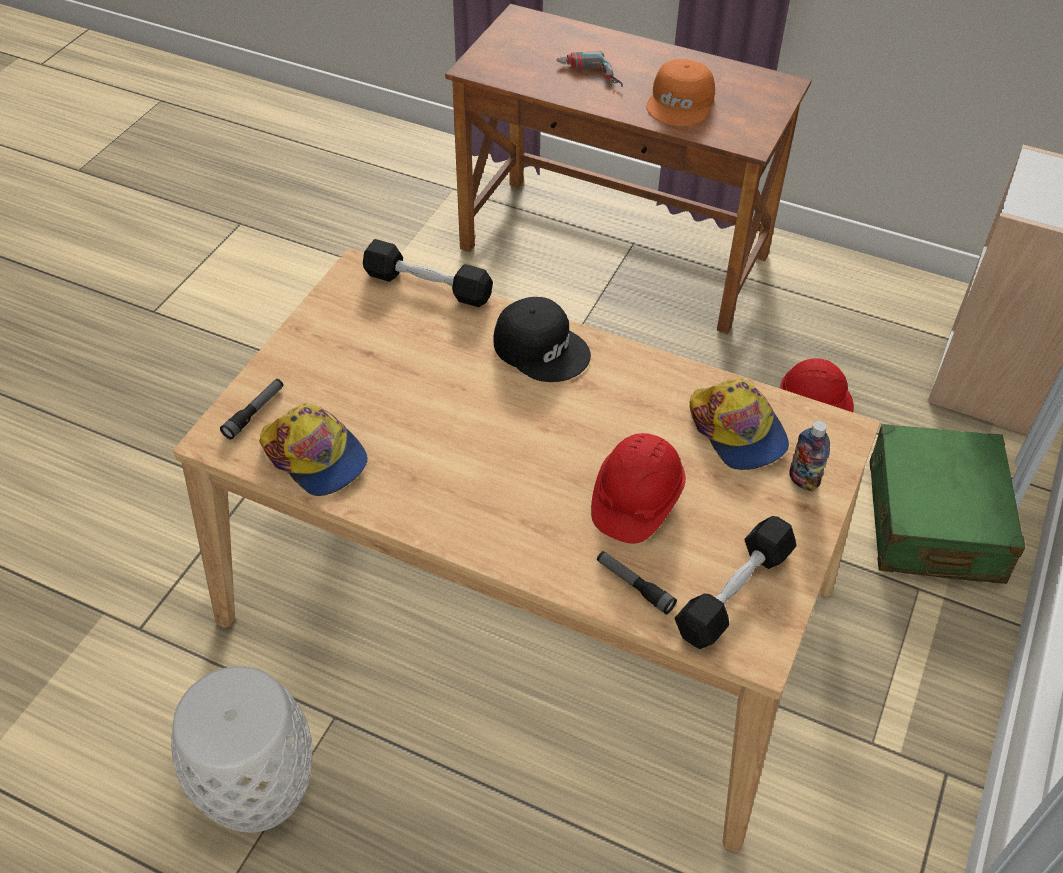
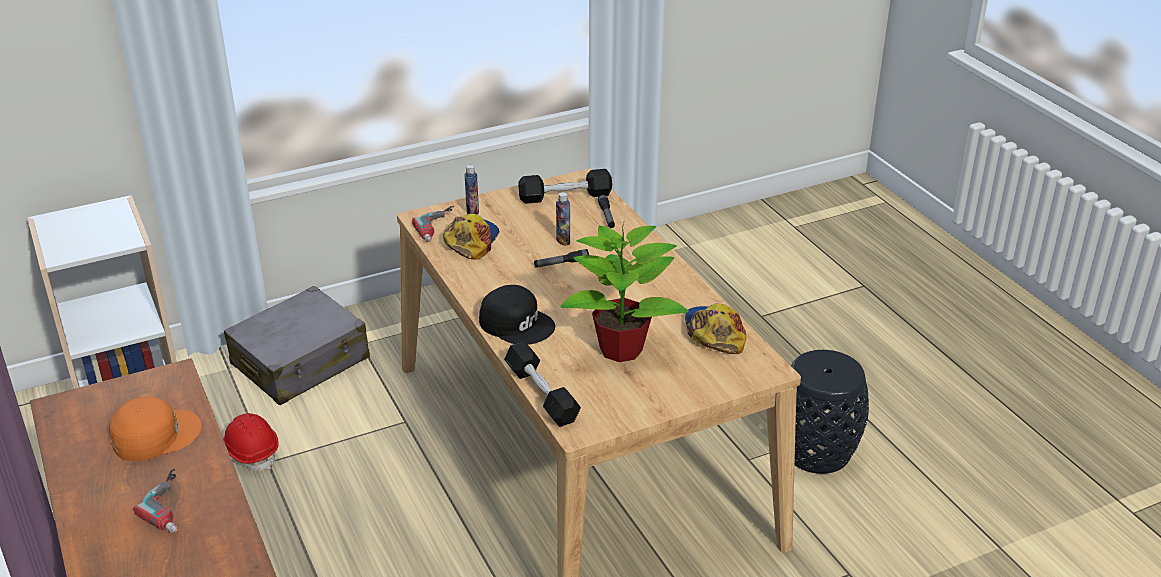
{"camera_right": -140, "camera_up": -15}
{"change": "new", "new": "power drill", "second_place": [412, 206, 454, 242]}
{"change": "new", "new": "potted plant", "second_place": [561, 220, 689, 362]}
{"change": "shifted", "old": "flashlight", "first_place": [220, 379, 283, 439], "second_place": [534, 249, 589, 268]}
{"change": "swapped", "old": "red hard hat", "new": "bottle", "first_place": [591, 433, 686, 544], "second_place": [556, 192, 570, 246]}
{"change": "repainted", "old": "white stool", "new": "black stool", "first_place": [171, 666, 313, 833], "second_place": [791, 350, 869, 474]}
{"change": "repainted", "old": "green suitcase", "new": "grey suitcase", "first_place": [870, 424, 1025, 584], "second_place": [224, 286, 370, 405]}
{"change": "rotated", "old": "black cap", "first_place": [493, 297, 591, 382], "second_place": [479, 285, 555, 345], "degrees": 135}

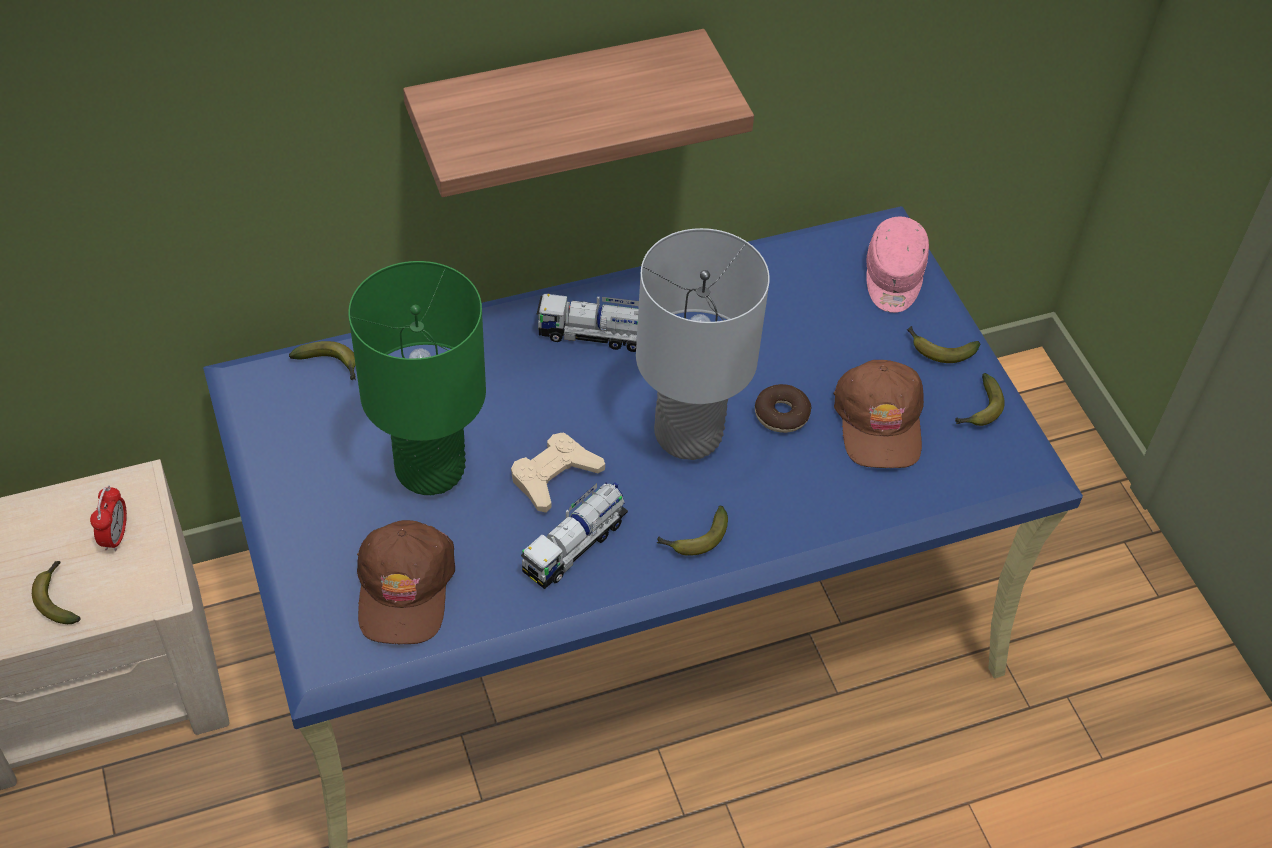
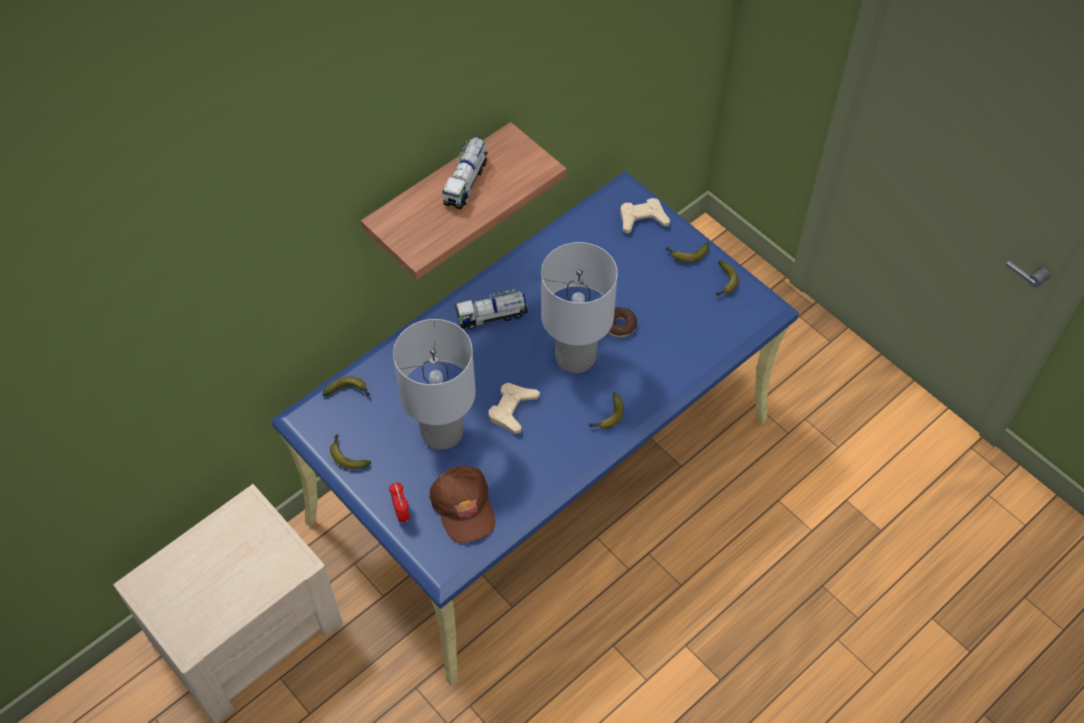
{"camera_right": -20, "camera_up": 5}
{"change": "gone", "old": "brown cap", "first_place": [833, 360, 924, 468]}
{"change": "shifted", "old": "banana", "first_place": [32, 561, 81, 624], "second_place": [330, 434, 371, 469]}
{"change": "shifted", "old": "alarm clock", "first_place": [90, 485, 127, 551], "second_place": [389, 482, 410, 524]}
{"change": "shifted", "old": "toy truck", "first_place": [521, 482, 628, 589], "second_place": [442, 135, 488, 210]}
{"change": "swapped", "old": "pink cap", "new": "beige game controller", "first_place": [866, 216, 929, 313], "second_place": [620, 198, 670, 234]}
{"change": "repainted", "old": "green table lamp", "new": "grey table lamp", "first_place": [348, 261, 486, 495], "second_place": [393, 319, 476, 450]}

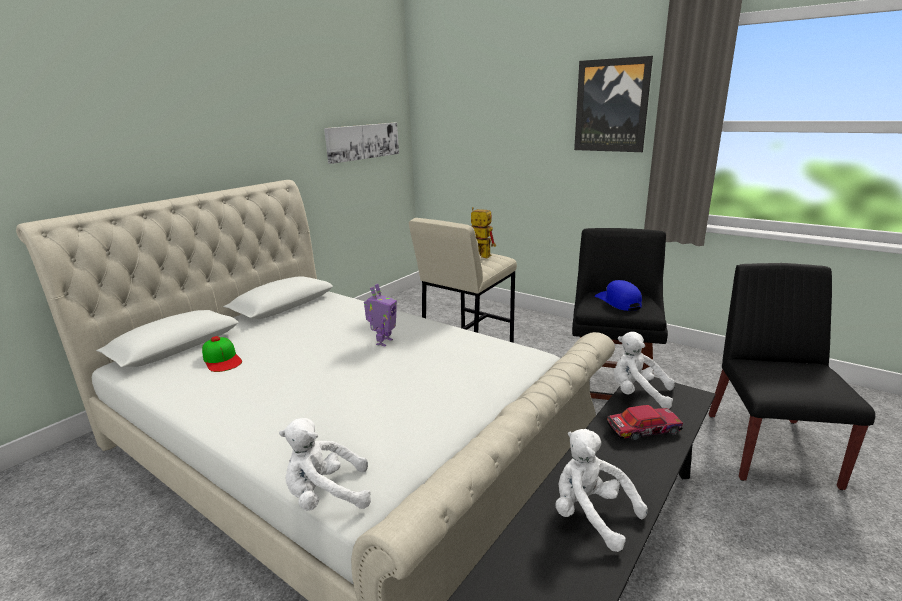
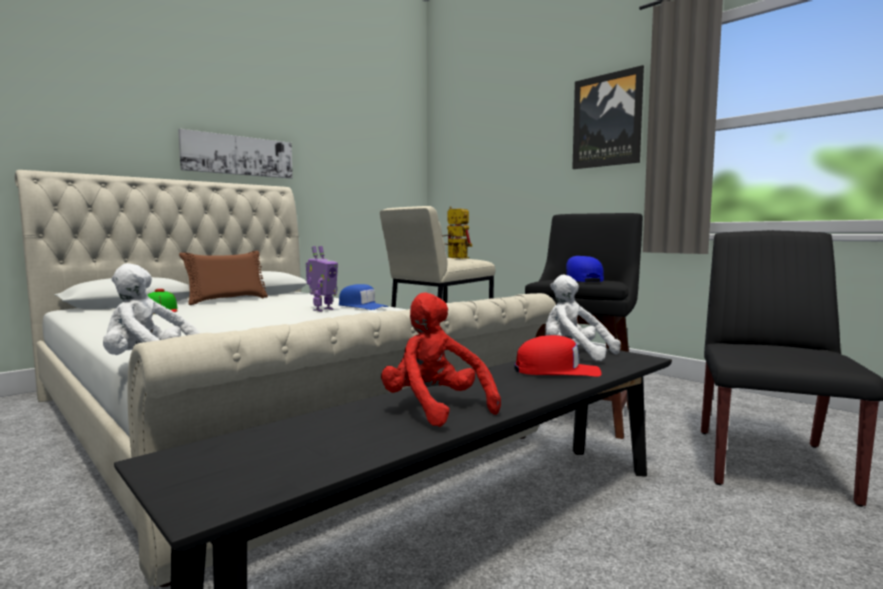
{"camera_right": 10, "camera_up": -15}
{"change": "new", "new": "brown pillow", "second_place": [179, 251, 268, 305]}
{"change": "new", "new": "blue cap", "second_place": [339, 284, 389, 310]}
{"change": "shifted", "old": "picture", "first_place": [324, 123, 399, 164], "second_place": [178, 129, 293, 179]}
{"change": "swapped", "old": "toy car", "new": "red cap", "first_place": [607, 405, 683, 441], "second_place": [514, 335, 602, 377]}
{"change": "repainted", "old": "white plush toy", "new": "red plush toy", "first_place": [555, 429, 648, 552], "second_place": [381, 292, 501, 427]}

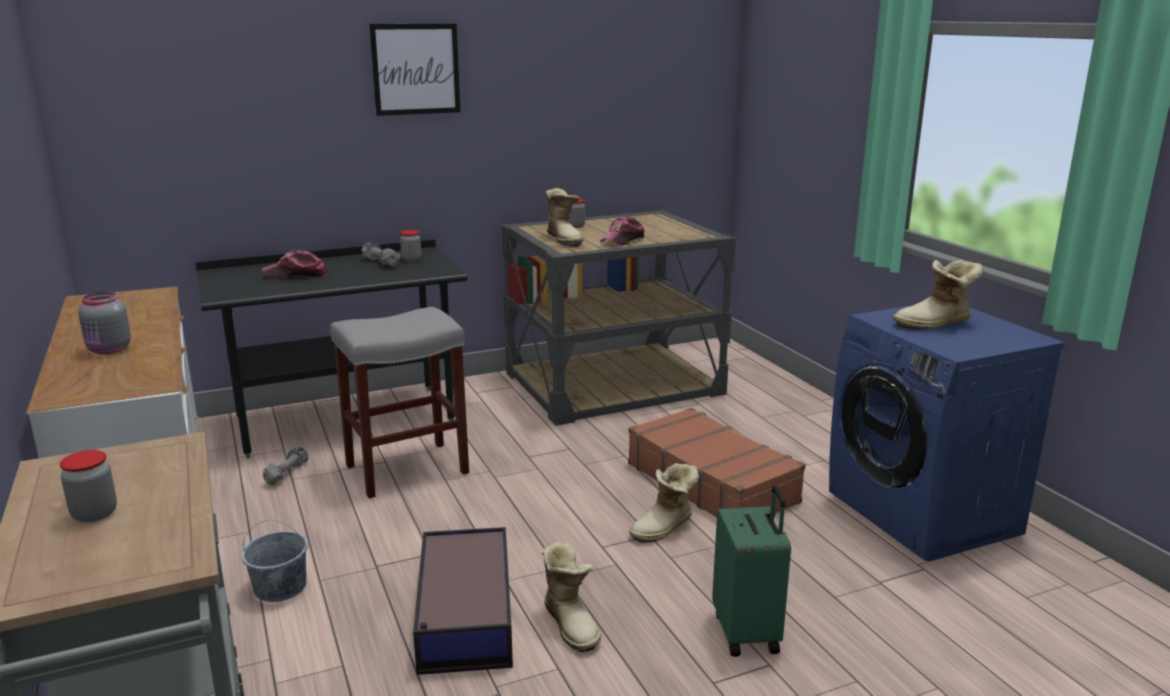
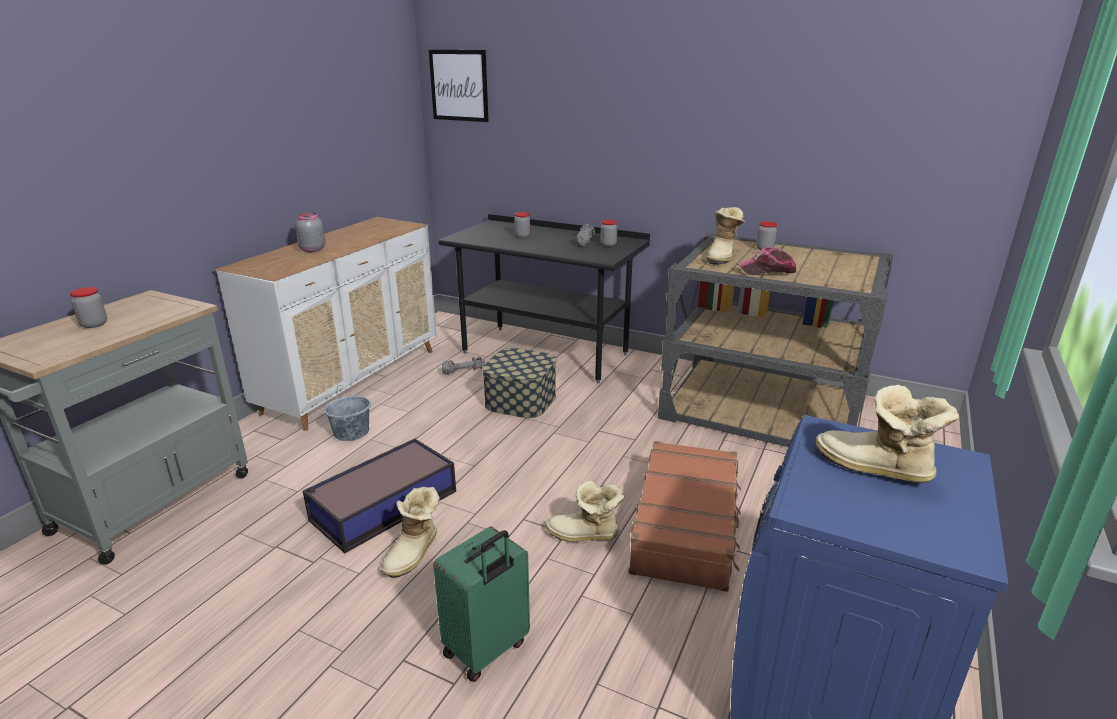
{"camera_right": 50, "camera_up": 5}
{"change": "shifted", "old": "picture", "first_place": [369, 24, 460, 116], "second_place": [429, 50, 489, 122]}
{"change": "swapped", "old": "cap", "new": "jar", "first_place": [262, 250, 328, 279], "second_place": [514, 212, 530, 238]}
{"change": "swapped", "old": "grey stool", "new": "storage box", "first_place": [330, 307, 469, 498], "second_place": [482, 348, 556, 418]}

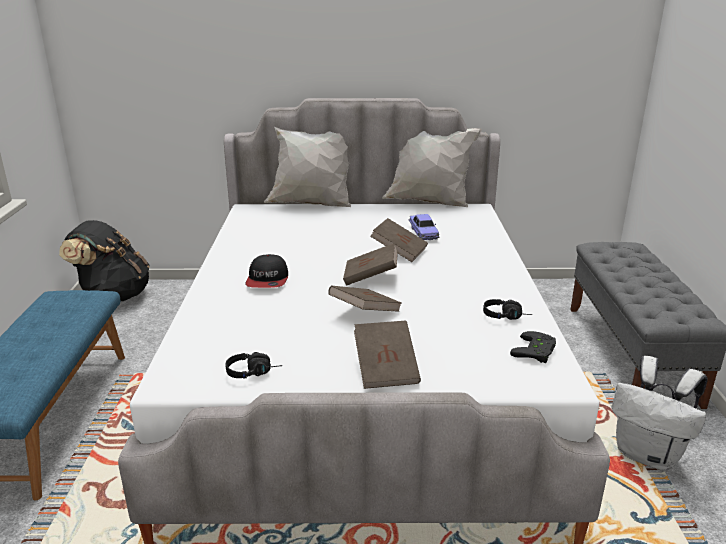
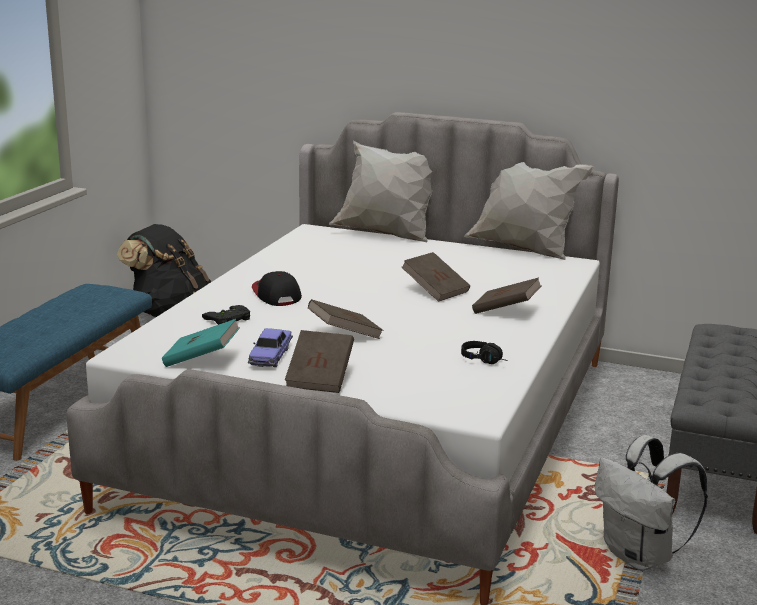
{"camera_right": 20, "camera_up": -5}
{"change": "shifted", "old": "brown book", "first_place": [343, 243, 398, 285], "second_place": [472, 277, 542, 314]}
{"change": "shifted", "old": "toy car", "first_place": [409, 214, 440, 240], "second_place": [248, 328, 293, 367]}
{"change": "shifted", "old": "black game controller", "first_place": [510, 331, 556, 363], "second_place": [202, 305, 250, 325]}
{"change": "swapped", "old": "black headphones", "new": "turquoise book", "first_place": [226, 352, 282, 379], "second_place": [162, 319, 240, 367]}
{"change": "rotated", "old": "cap", "first_place": [245, 254, 288, 288], "second_place": [252, 271, 302, 306], "degrees": 135}

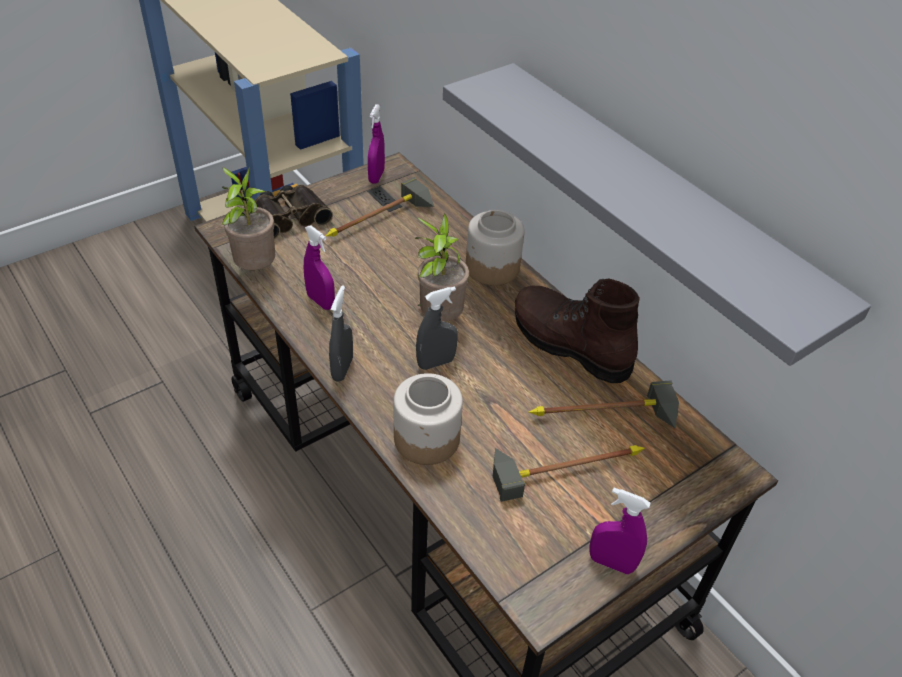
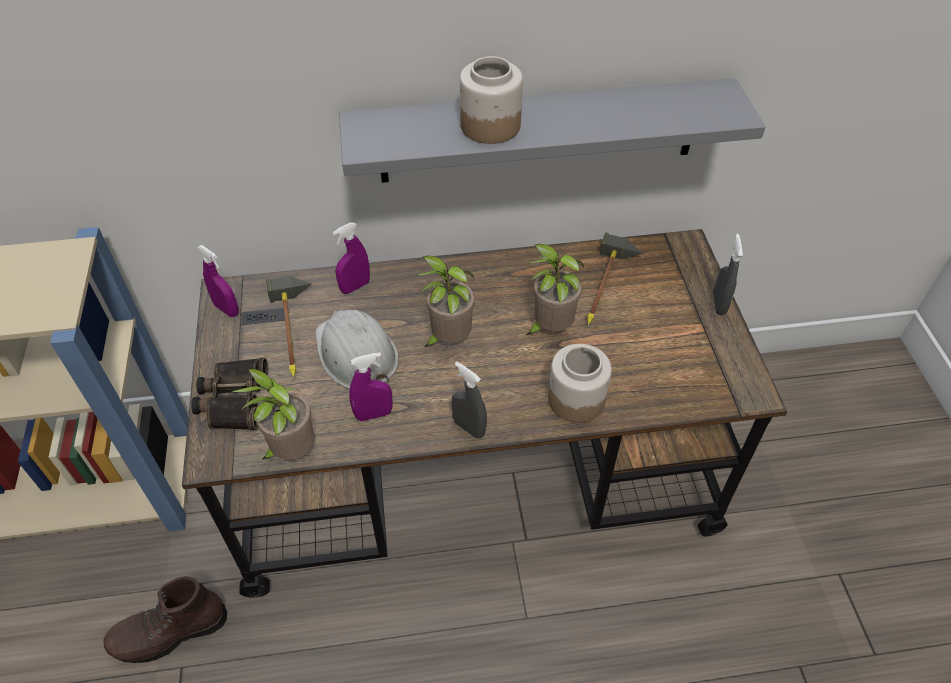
{"camera_right": -60, "camera_up": 5}
{"change": "gone", "old": "hammer", "first_place": [493, 445, 645, 502]}
{"change": "new", "new": "white hard hat", "second_place": [316, 309, 399, 389]}
{"change": "new", "new": "potted plant", "second_place": [527, 244, 584, 335]}
{"change": "shifted", "old": "grey spray bottle", "first_place": [416, 286, 458, 370], "second_place": [713, 234, 743, 315]}
{"change": "shifted", "old": "jar", "first_place": [466, 210, 525, 286], "second_place": [460, 56, 523, 144]}
{"change": "shifted", "old": "brown boot", "first_place": [515, 279, 640, 383], "second_place": [104, 577, 227, 663]}
{"change": "shifted", "old": "purple spray bottle", "first_place": [589, 488, 651, 574], "second_place": [332, 223, 370, 294]}

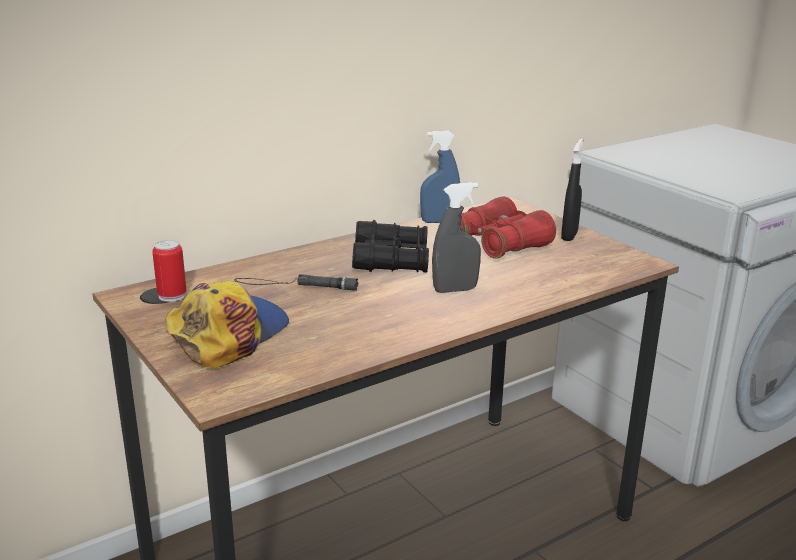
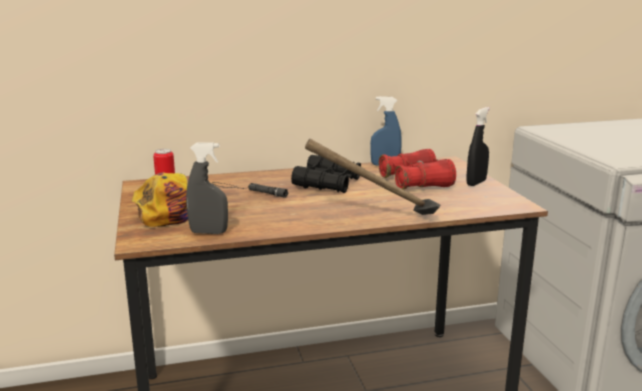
{"camera_right": 20, "camera_up": -5}
{"change": "new", "new": "hammer", "second_place": [305, 139, 440, 215]}
{"change": "shifted", "old": "grey spray bottle", "first_place": [432, 182, 481, 293], "second_place": [186, 142, 228, 234]}

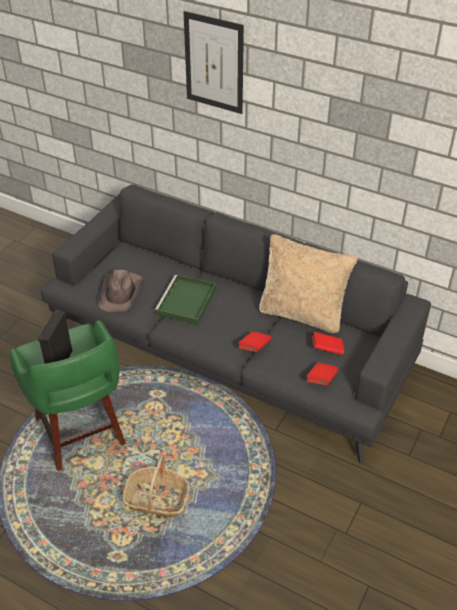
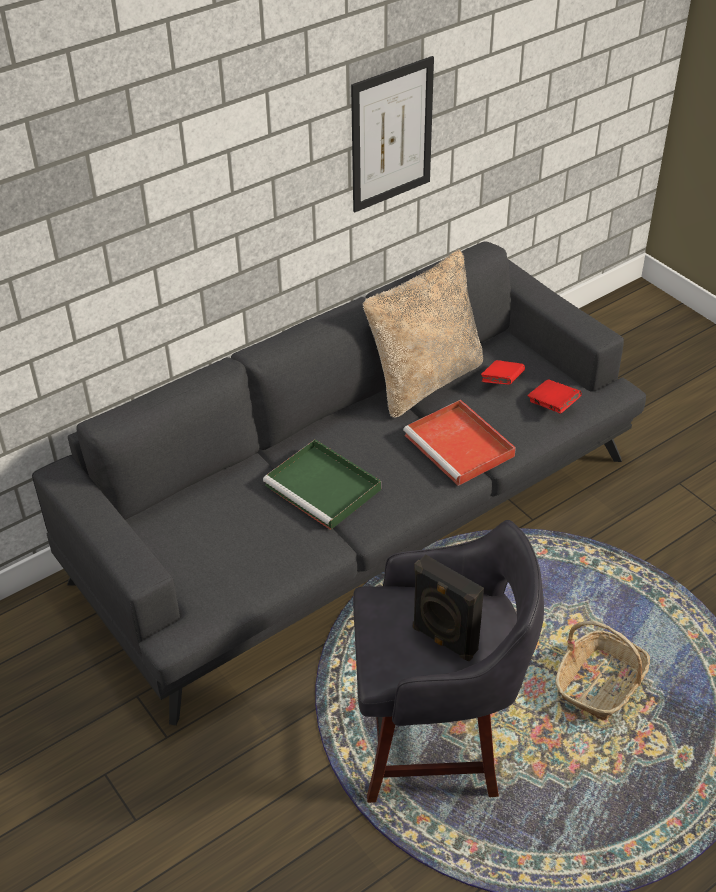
{"camera_right": -65, "camera_up": 0}
{"change": "gone", "old": "brown hat", "first_place": [98, 270, 144, 312]}
{"change": "shifted", "old": "picture", "first_place": [184, 11, 244, 114], "second_place": [351, 56, 434, 212]}
{"change": "swapped", "old": "red book", "new": "red tray", "first_place": [238, 331, 271, 352], "second_place": [403, 400, 516, 486]}
{"change": "repainted", "old": "green stool", "new": "grey stool", "first_place": [10, 320, 126, 471], "second_place": [353, 520, 544, 803]}

